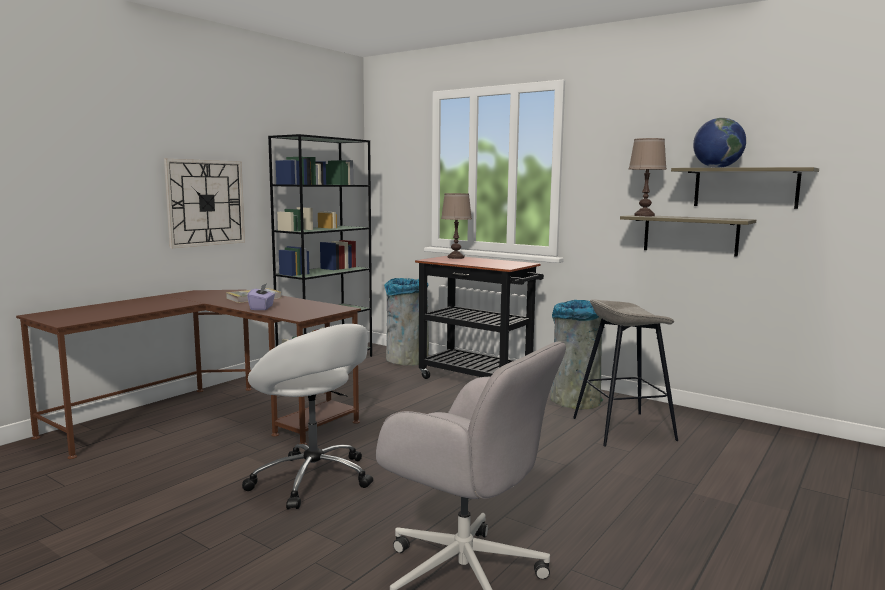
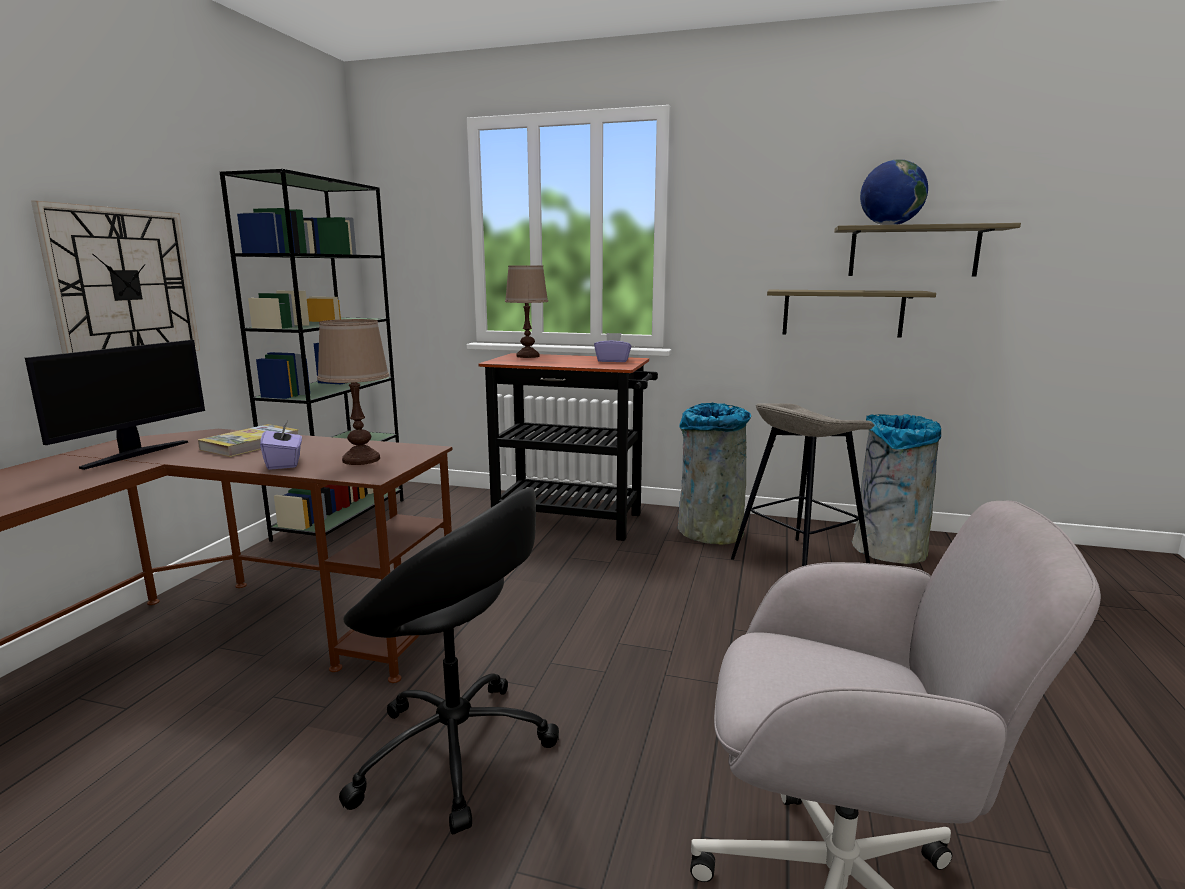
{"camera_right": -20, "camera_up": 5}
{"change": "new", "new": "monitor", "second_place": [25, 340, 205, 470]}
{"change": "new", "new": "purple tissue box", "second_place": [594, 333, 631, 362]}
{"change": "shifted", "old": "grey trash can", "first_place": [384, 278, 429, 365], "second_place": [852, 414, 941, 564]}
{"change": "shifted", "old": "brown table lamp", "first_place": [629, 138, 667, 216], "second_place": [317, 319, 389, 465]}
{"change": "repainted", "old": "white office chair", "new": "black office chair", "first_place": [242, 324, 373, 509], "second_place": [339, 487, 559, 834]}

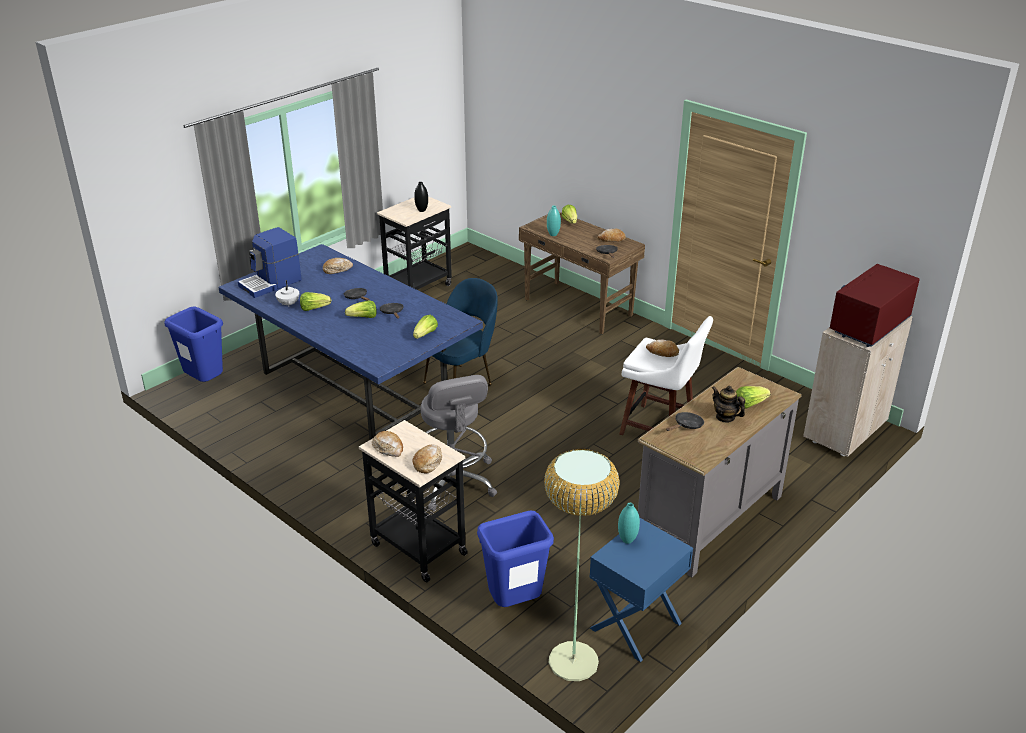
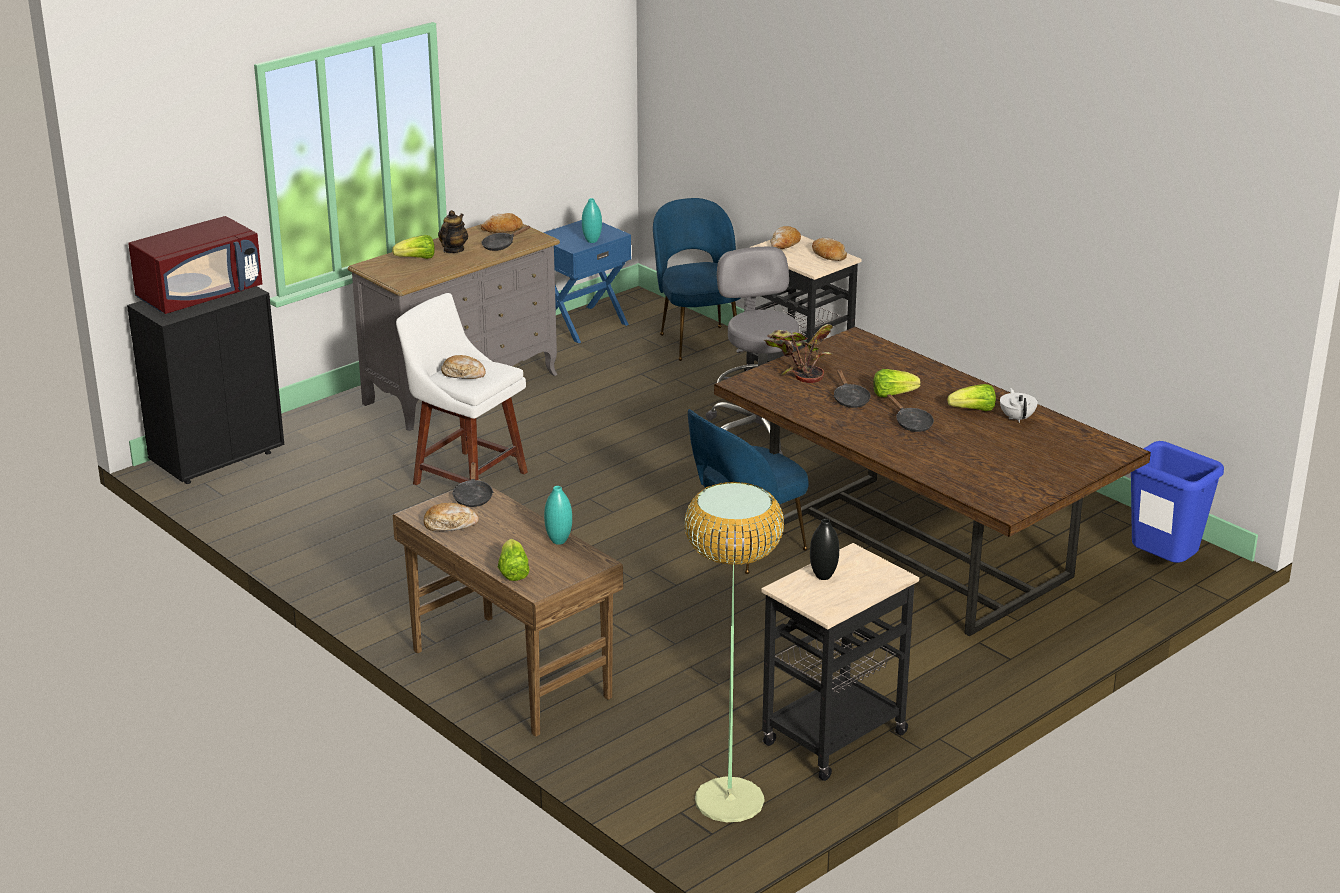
{"camera_right": -175, "camera_up": -5}
{"change": "gone", "old": "coffee machine", "first_place": [238, 227, 302, 298]}
{"change": "shifted", "old": "bread", "first_place": [323, 258, 353, 274], "second_place": [481, 213, 523, 233]}
{"change": "shifted", "old": "floor lamp", "first_place": [544, 449, 620, 681], "second_place": [684, 482, 784, 822]}
{"change": "swapped", "old": "lettuce", "new": "potted plant", "first_place": [413, 315, 438, 339], "second_place": [764, 324, 833, 383]}
{"change": "swapped", "old": "blue trash can", "new": "blue chair", "first_place": [477, 510, 554, 607], "second_place": [653, 198, 741, 361]}
{"change": "repainted", "old": "blue dining table", "new": "brown dining table", "first_place": [219, 244, 483, 440], "second_place": [714, 327, 1151, 636]}
{"change": "repainted", "old": "beige cabinet", "new": "black cabinet", "first_place": [803, 316, 913, 457], "second_place": [127, 286, 284, 484]}
{"change": "rotated", "old": "teapot", "first_place": [712, 386, 745, 423], "second_place": [438, 210, 468, 253], "degrees": -120}

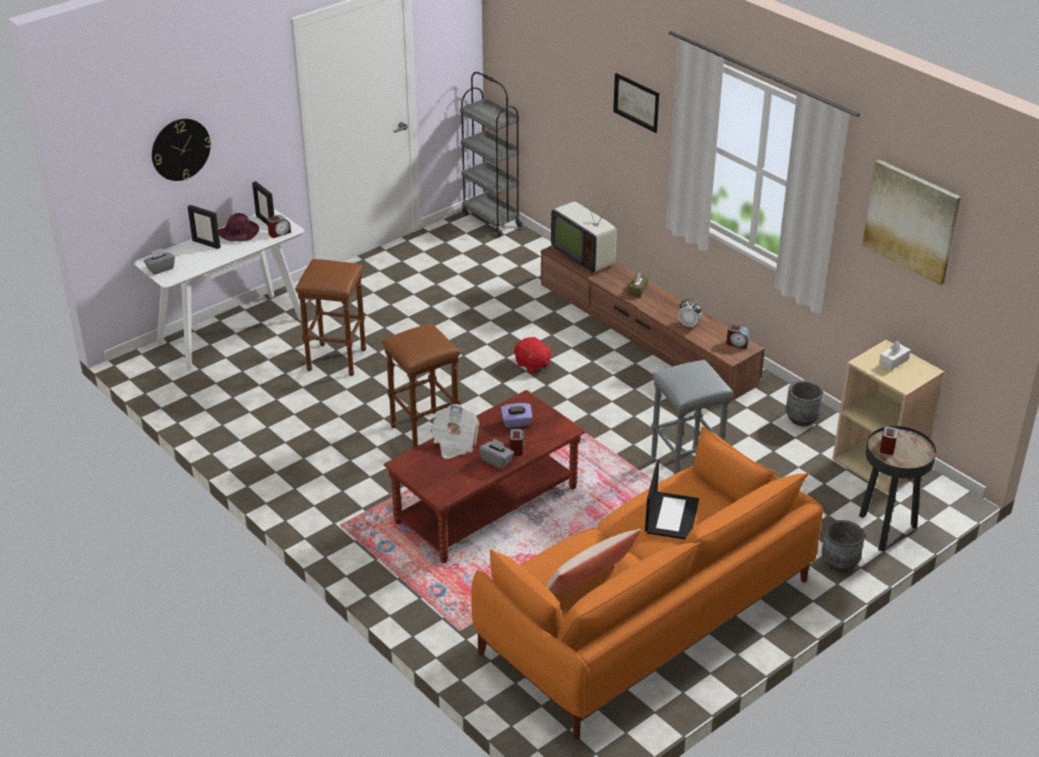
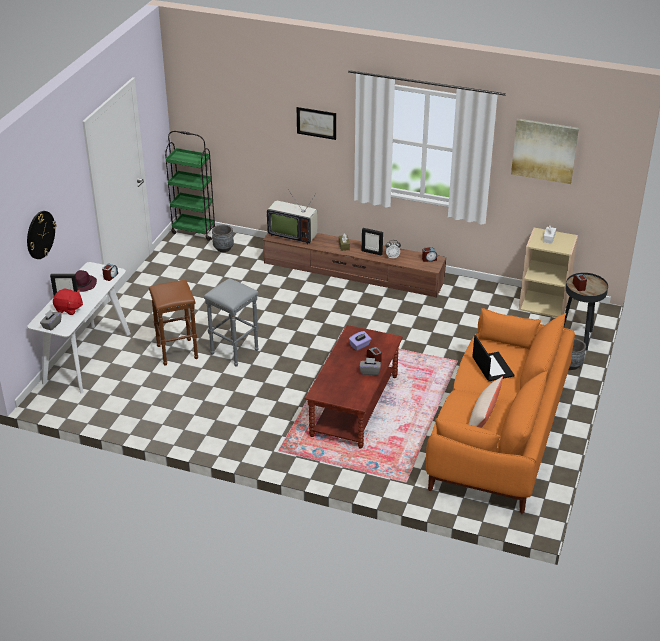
{"camera_right": -30, "camera_up": 0}
{"change": "gone", "old": "brown stool", "first_place": [382, 323, 460, 448]}
{"change": "gone", "old": "newspaper", "first_place": [430, 404, 480, 459]}
{"change": "shifted", "old": "picture frame", "first_place": [252, 181, 274, 225], "second_place": [362, 228, 383, 256]}
{"change": "shifted", "old": "red plush toy", "first_place": [514, 337, 552, 373], "second_place": [53, 289, 83, 315]}
{"change": "shifted", "old": "grey stool", "first_place": [650, 360, 733, 474], "second_place": [204, 278, 259, 366]}
{"change": "shifted", "old": "grey planter", "first_place": [786, 380, 823, 426], "second_place": [212, 225, 234, 252]}
{"change": "repainted", "old": "grey cart", "new": "green cart", "first_place": [460, 72, 523, 236], "second_place": [165, 131, 215, 241]}

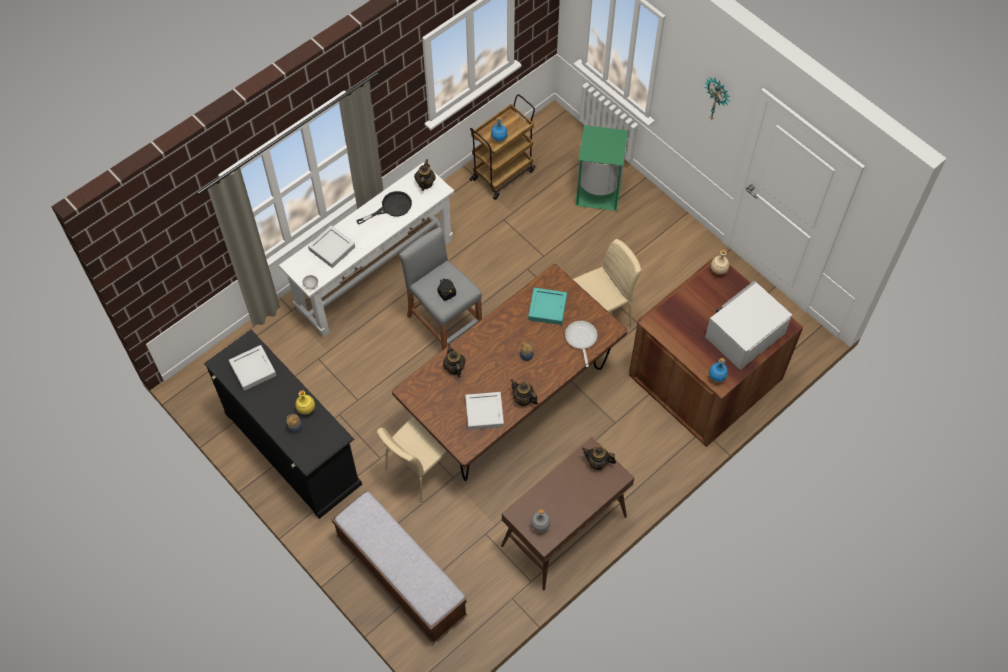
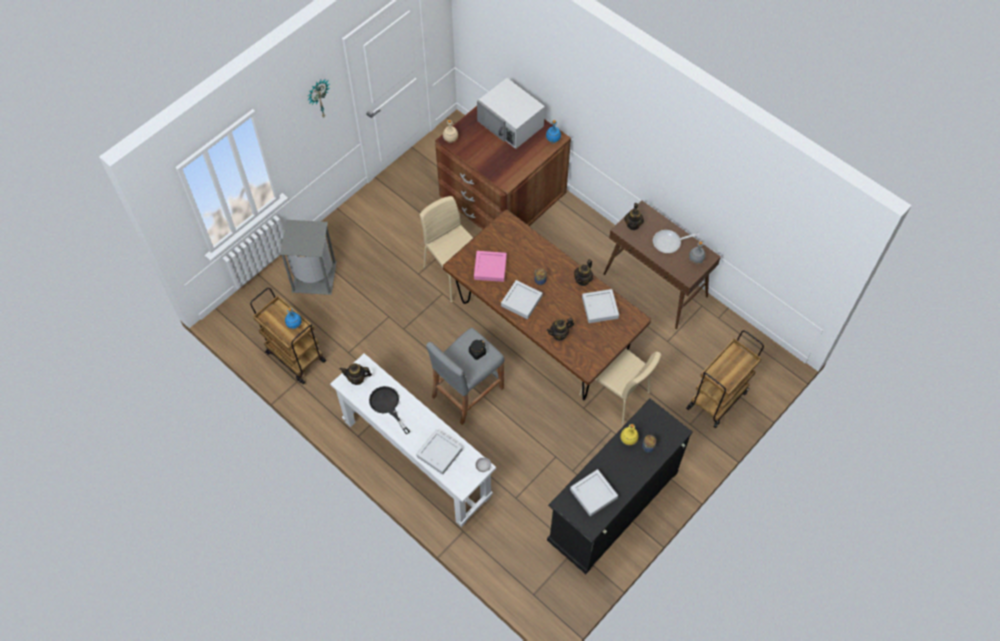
{"camera_right": -95, "camera_up": 0}
{"change": "new", "new": "grey tray", "second_place": [501, 280, 543, 319]}
{"change": "shifted", "old": "frying pan", "first_place": [565, 321, 597, 367], "second_place": [653, 230, 700, 253]}
{"change": "swapped", "old": "bench", "new": "brown cart", "first_place": [331, 491, 467, 645], "second_place": [686, 331, 764, 428]}
{"change": "repainted", "old": "turquoise tray", "new": "pink tray", "first_place": [528, 288, 567, 325], "second_place": [474, 251, 507, 282]}
{"change": "repainted", "old": "green trash can", "new": "grey trash can", "first_place": [575, 125, 628, 211], "second_place": [280, 220, 337, 295]}

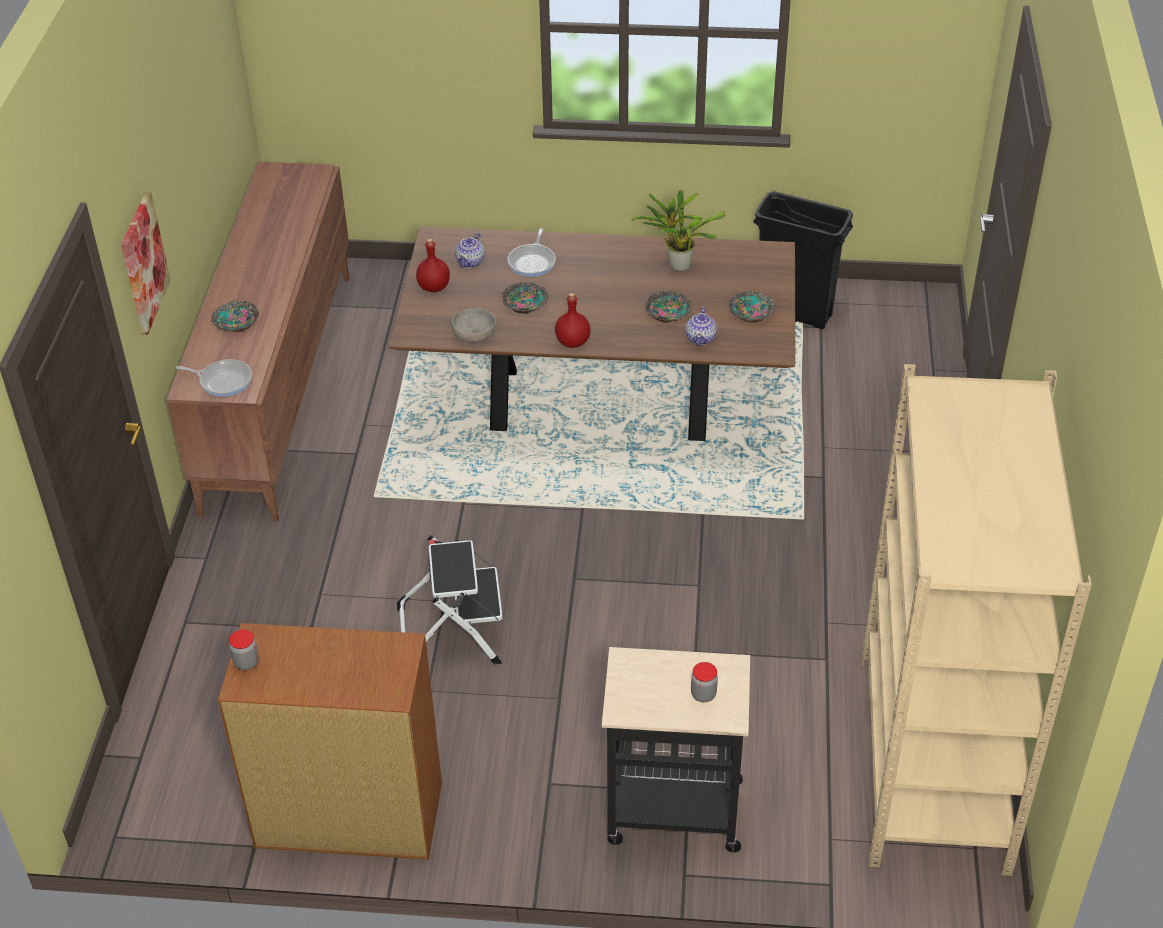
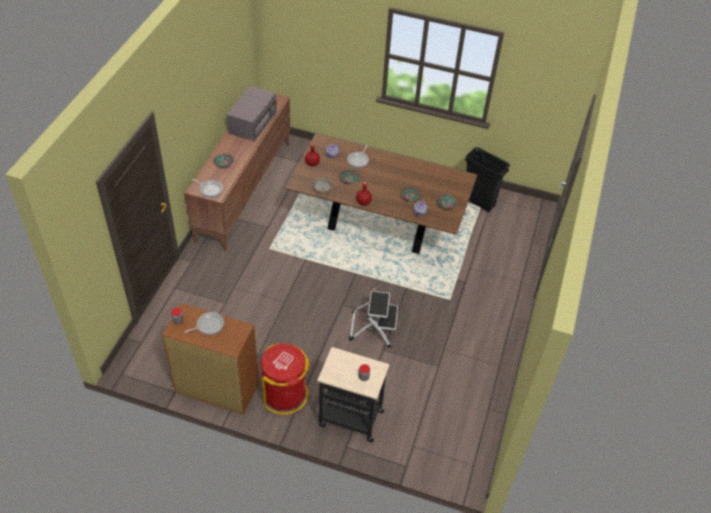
{"camera_right": 10, "camera_up": 5}
{"change": "gone", "old": "picture", "first_place": [121, 192, 170, 335]}
{"change": "gone", "old": "potted plant", "first_place": [631, 190, 726, 272]}
{"change": "gone", "old": "beige bookcase", "first_place": [862, 364, 1091, 876]}
{"change": "new", "new": "frying pan", "second_place": [184, 312, 224, 335]}
{"change": "new", "new": "grey microwave", "second_place": [226, 86, 277, 142]}
{"change": "new", "new": "red trash can", "second_place": [261, 343, 310, 415]}
{"change": "shifted", "old": "step ladder", "first_place": [397, 535, 502, 664], "second_place": [349, 287, 398, 348]}

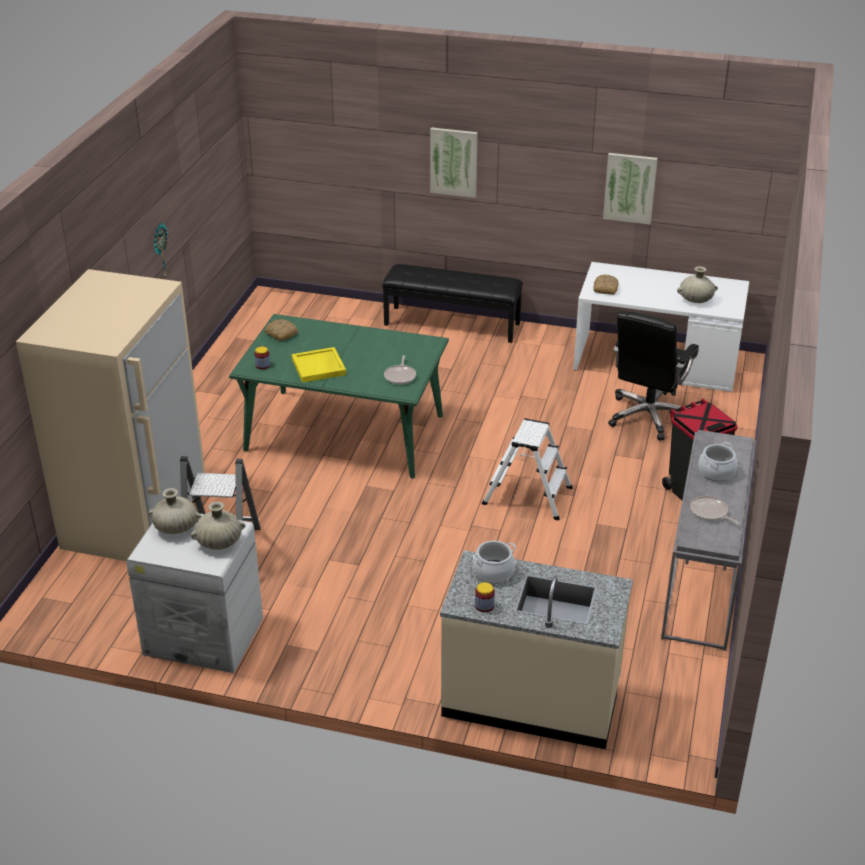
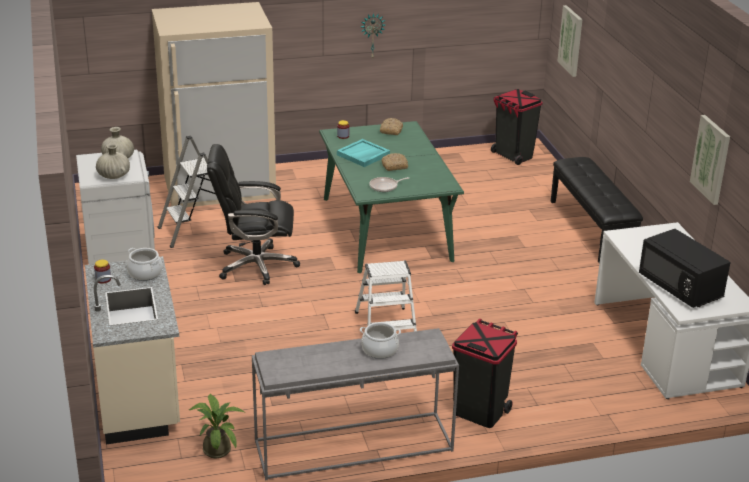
{"camera_right": 60, "camera_up": -5}
{"change": "gone", "old": "frying pan", "first_place": [690, 496, 741, 525]}
{"change": "new", "new": "potted plant", "second_place": [189, 394, 244, 458]}
{"change": "new", "new": "black trash can", "second_place": [491, 89, 543, 165]}
{"change": "shifted", "old": "picture", "first_place": [430, 127, 478, 198], "second_place": [557, 5, 583, 77]}
{"change": "shifted", "old": "bread", "first_place": [593, 274, 619, 295], "second_place": [382, 153, 408, 171]}
{"change": "shifted", "old": "black office chair", "first_place": [608, 311, 699, 441], "second_place": [207, 144, 300, 285]}
{"change": "swapped", "old": "beige vase", "new": "black microwave", "first_place": [677, 266, 718, 303], "second_place": [639, 229, 730, 308]}
{"change": "repainted", "old": "yellow tray", "new": "turquoise tray", "first_place": [292, 347, 346, 383], "second_place": [337, 139, 390, 167]}

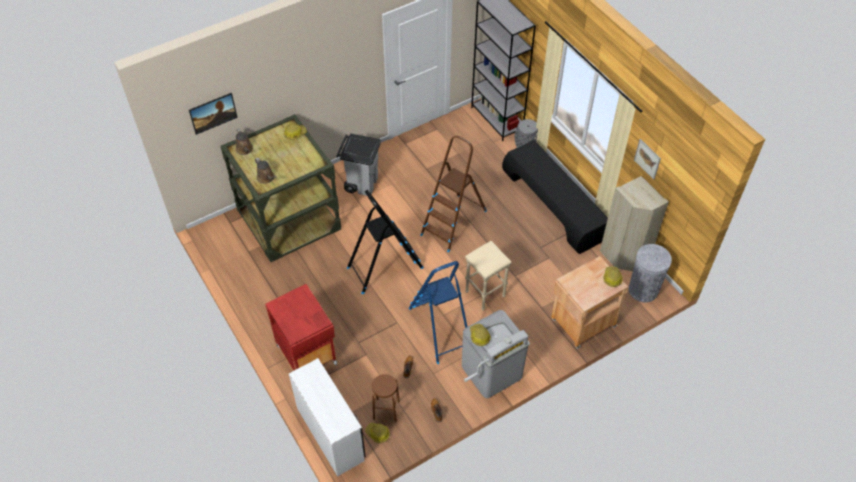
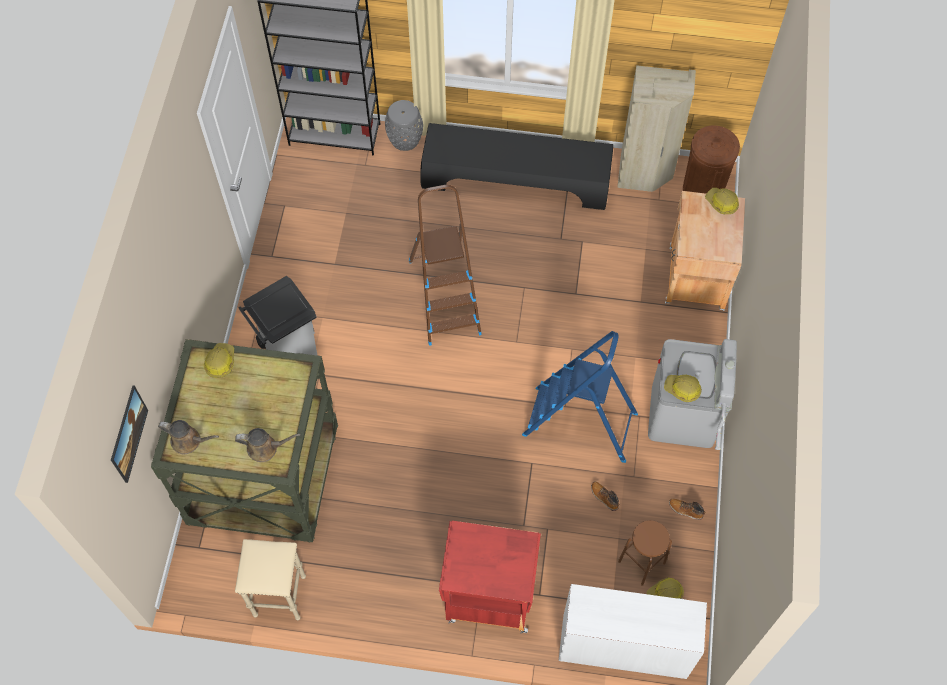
{"camera_right": -50, "camera_up": 10}
{"change": "gone", "old": "black step ladder", "first_place": [347, 190, 424, 294]}
{"change": "gone", "old": "picture", "first_place": [634, 139, 661, 180]}
{"change": "shifted", "old": "beige stool", "first_place": [465, 241, 512, 311], "second_place": [235, 539, 306, 620]}
{"change": "repainted", "old": "grey trash can", "new": "brown trash can", "first_place": [629, 244, 672, 303], "second_place": [683, 126, 740, 194]}

